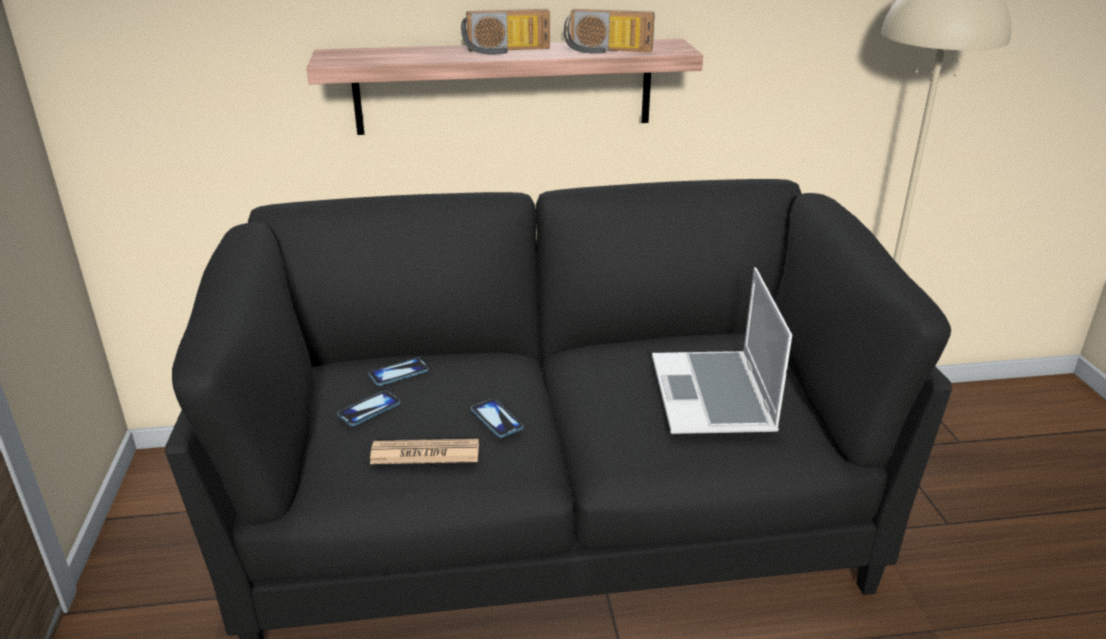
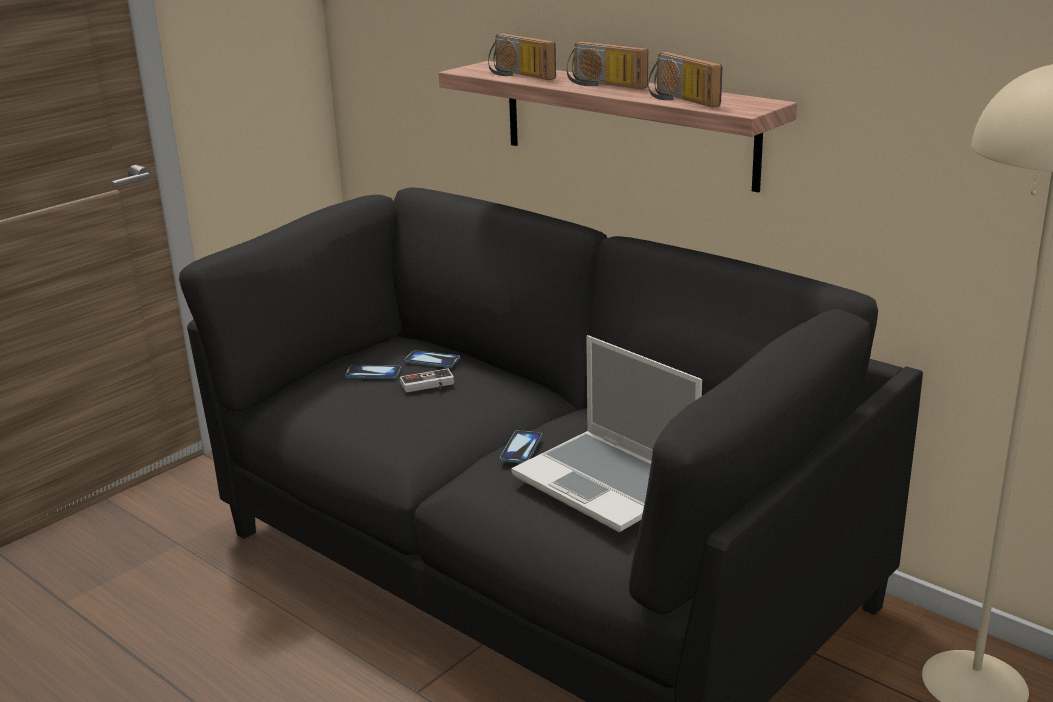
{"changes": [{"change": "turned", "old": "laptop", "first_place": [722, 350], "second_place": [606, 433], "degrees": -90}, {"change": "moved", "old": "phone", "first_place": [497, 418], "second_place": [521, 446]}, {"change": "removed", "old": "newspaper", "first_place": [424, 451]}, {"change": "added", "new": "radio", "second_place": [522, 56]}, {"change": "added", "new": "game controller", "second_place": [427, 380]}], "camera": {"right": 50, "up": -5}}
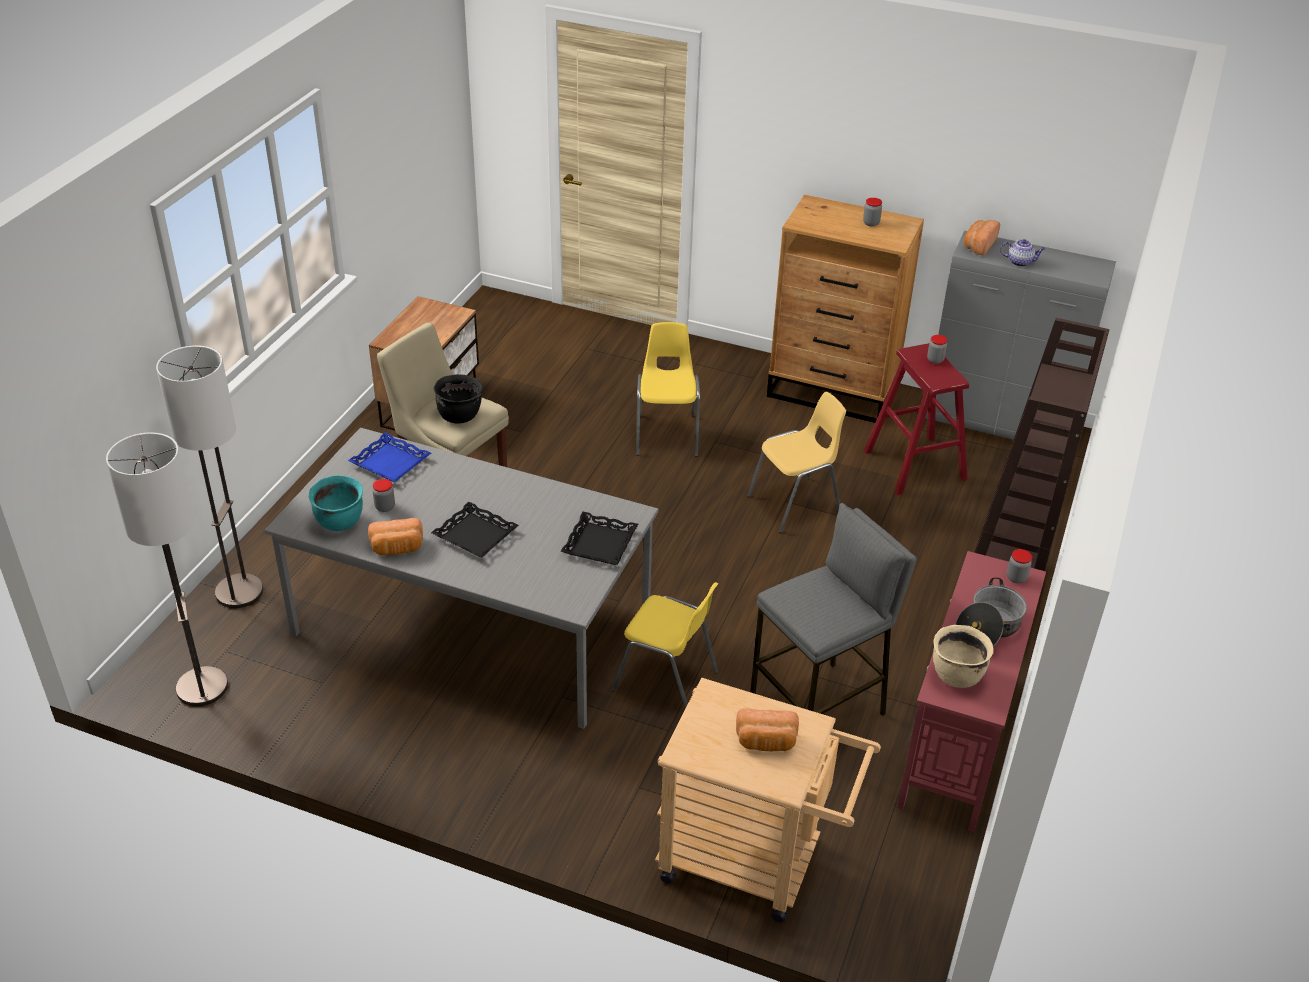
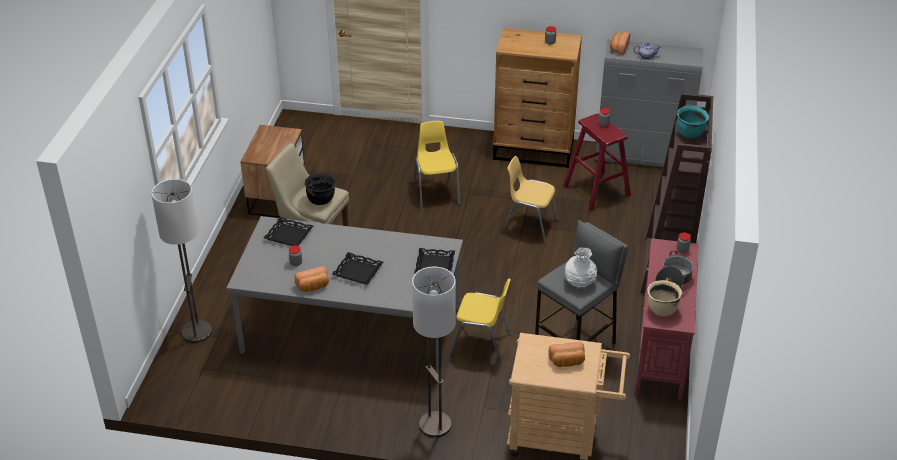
{"changes": [{"change": "turned", "old": "yellow chair", "first_place": [796, 462], "second_place": [530, 200], "degrees": -120}, {"change": "moved", "old": "floor lamp", "first_place": [167, 569], "second_place": [434, 352]}, {"change": "recoloured", "old": "blue tray", "new": "black tray", "first_place": [389, 458], "second_place": [288, 231]}, {"change": "moved", "old": "turquoise cooking pot", "first_place": [336, 503], "second_place": [693, 122]}, {"change": "added", "new": "white vase", "second_place": [581, 267]}], "camera": {"right": -10, "up": 0}}
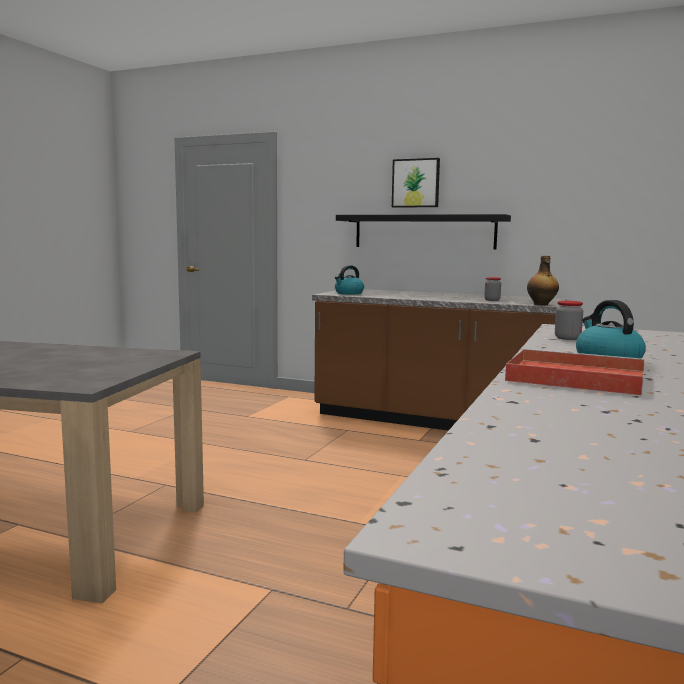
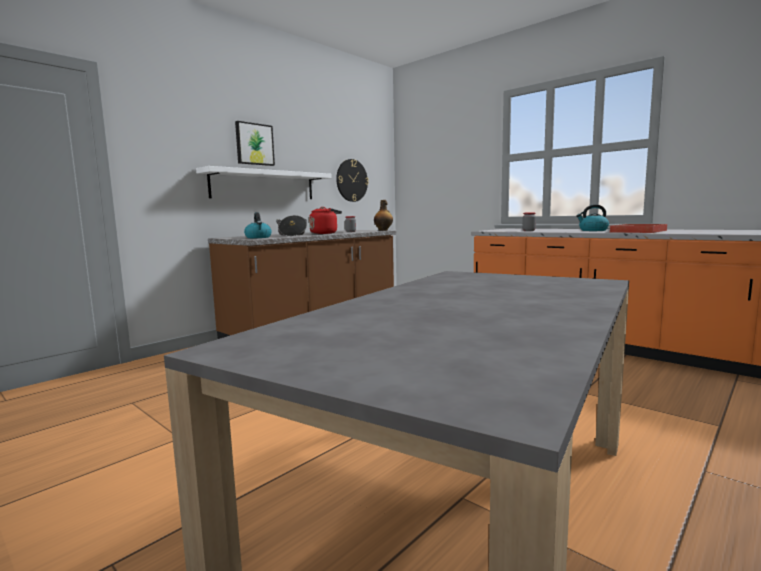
{"changes": [{"change": "recoloured", "old": "black shelf", "new": "white shelf", "first_place": [423, 231], "second_place": [264, 182]}, {"change": "added", "new": "wall clock", "second_place": [352, 180]}, {"change": "added", "new": "red kettle", "second_place": [325, 220]}, {"change": "added", "new": "cooking pot", "second_place": [291, 225]}], "camera": {"right": -70, "up": 0}}
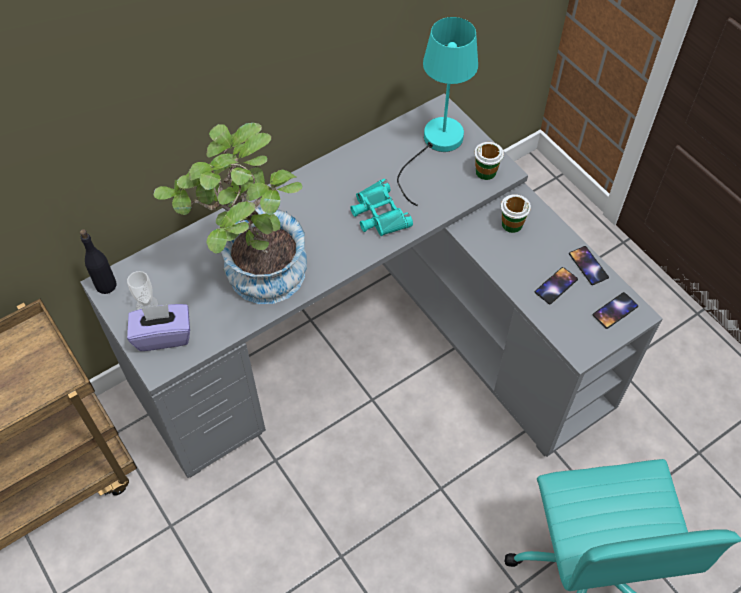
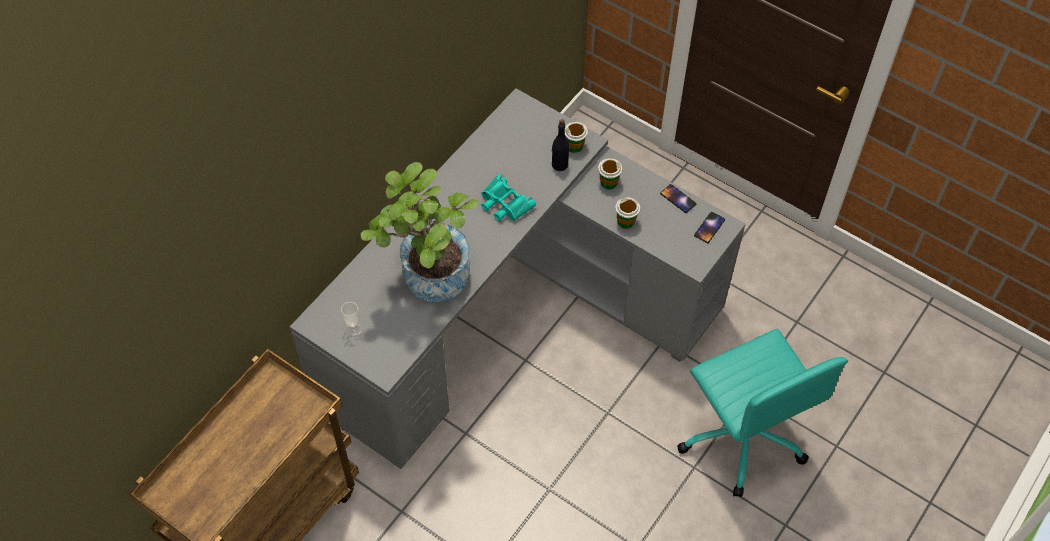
{"changes": [{"change": "removed", "old": "turquoise table lamp", "first_place": [437, 111]}, {"change": "moved", "old": "black bottle", "first_place": [98, 261], "second_place": [560, 145]}, {"change": "removed", "old": "phone", "first_place": [556, 285]}, {"change": "removed", "old": "purple tissue box", "first_place": [158, 327]}, {"change": "added", "new": "cup", "second_place": [627, 213]}], "camera": {"right": -20, "up": 0}}
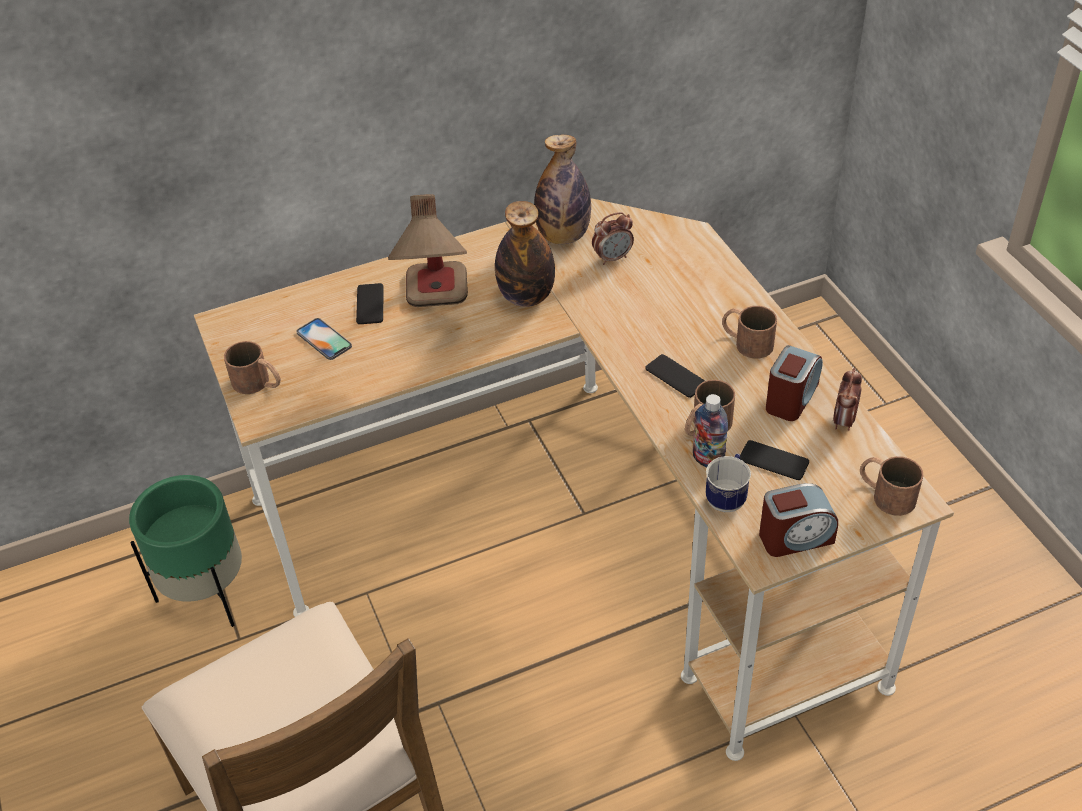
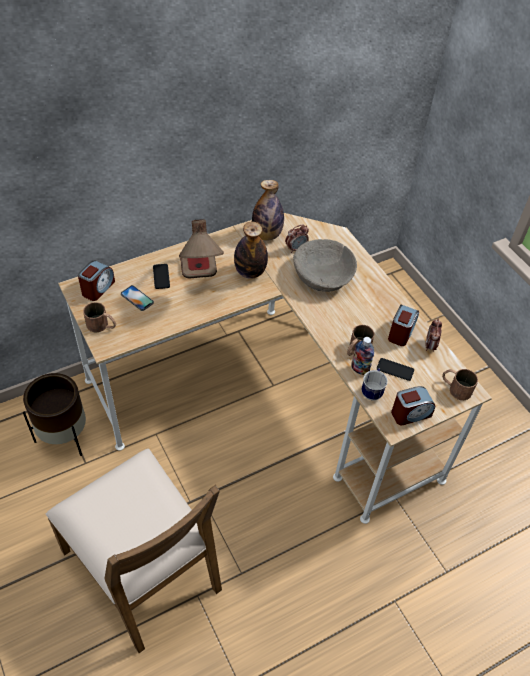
{"changes": [{"change": "removed", "old": "brown mug", "first_place": [749, 332]}, {"change": "removed", "old": "phone", "first_place": [675, 376]}, {"change": "recoloured", "old": "green planter", "new": "brown planter", "first_place": [185, 551], "second_place": [54, 414]}, {"change": "added", "new": "beige bowl", "second_place": [325, 265]}, {"change": "added", "new": "alarm clock", "second_place": [96, 281]}], "camera": {"right": -10, "up": 5}}
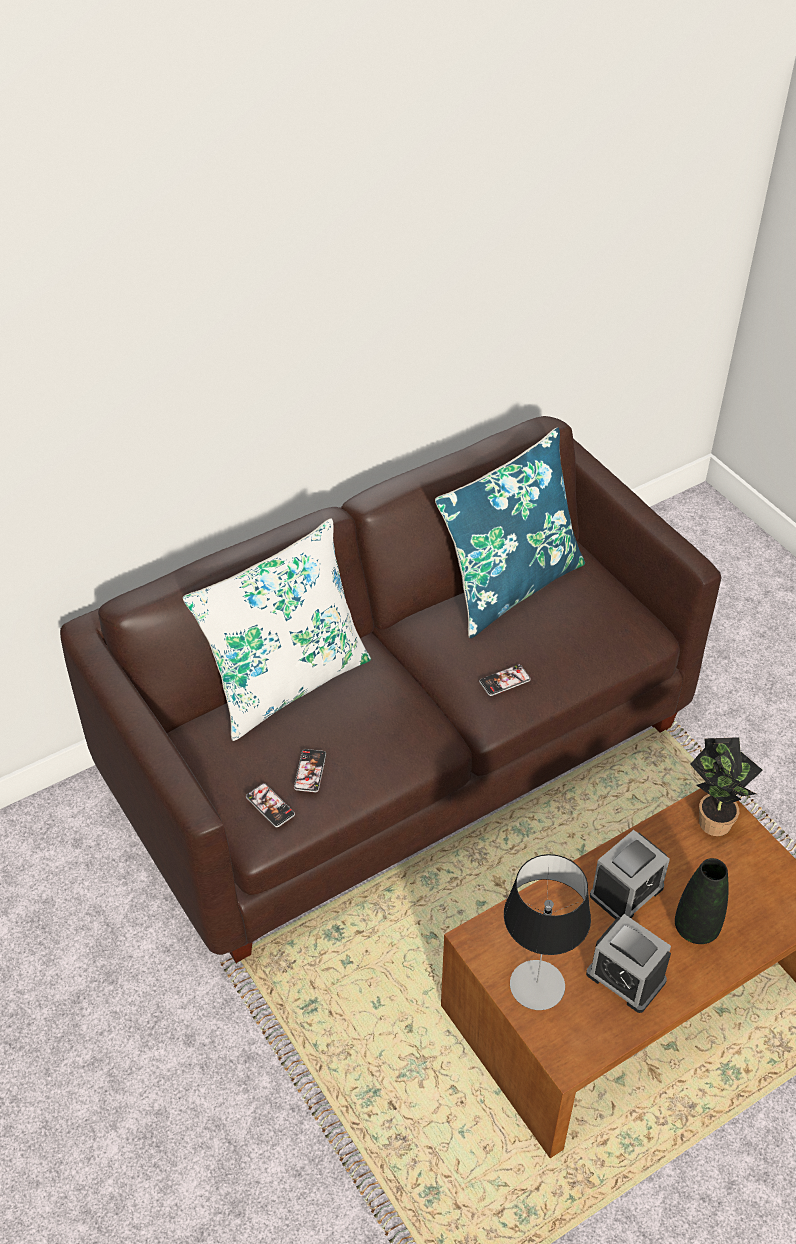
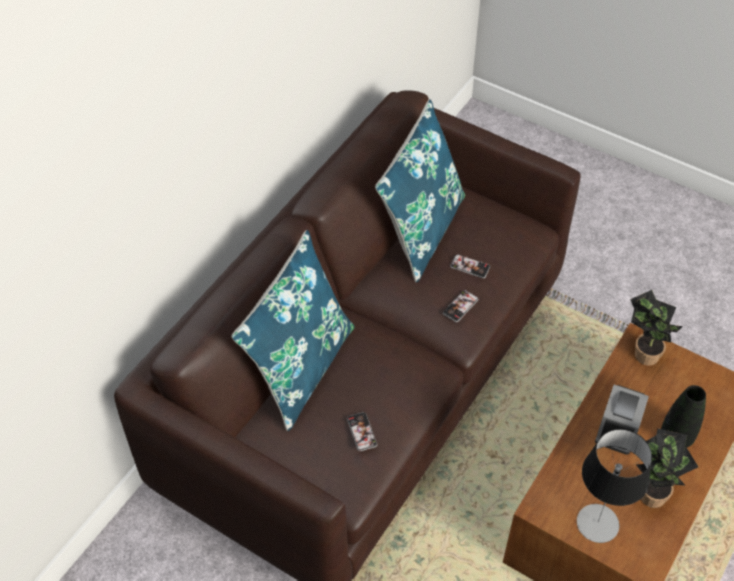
{"changes": [{"change": "recoloured", "old": "white pillow", "new": "blue pillow", "first_place": [277, 629], "second_place": [292, 330]}, {"change": "moved", "old": "phone", "first_place": [270, 805], "second_place": [470, 266]}, {"change": "replaced", "old": "alarm clock", "new": "potted plant", "first_place": [628, 963], "second_place": [666, 468]}], "camera": {"right": -25, "up": 5}}
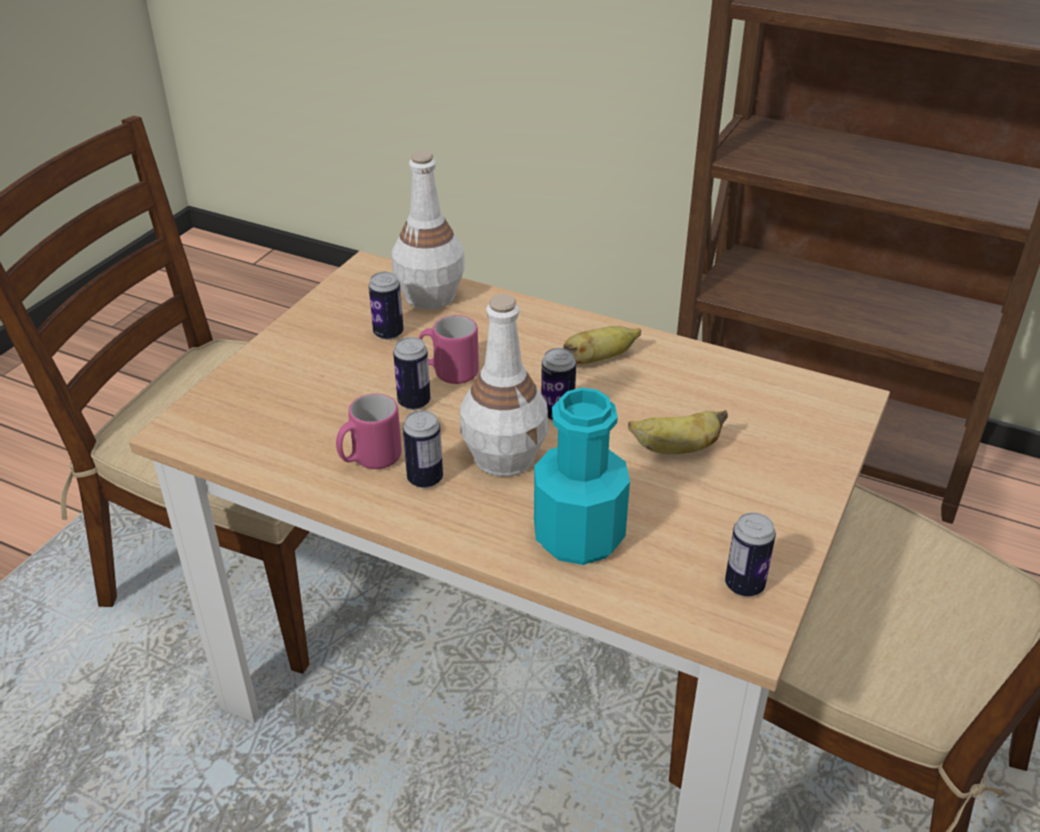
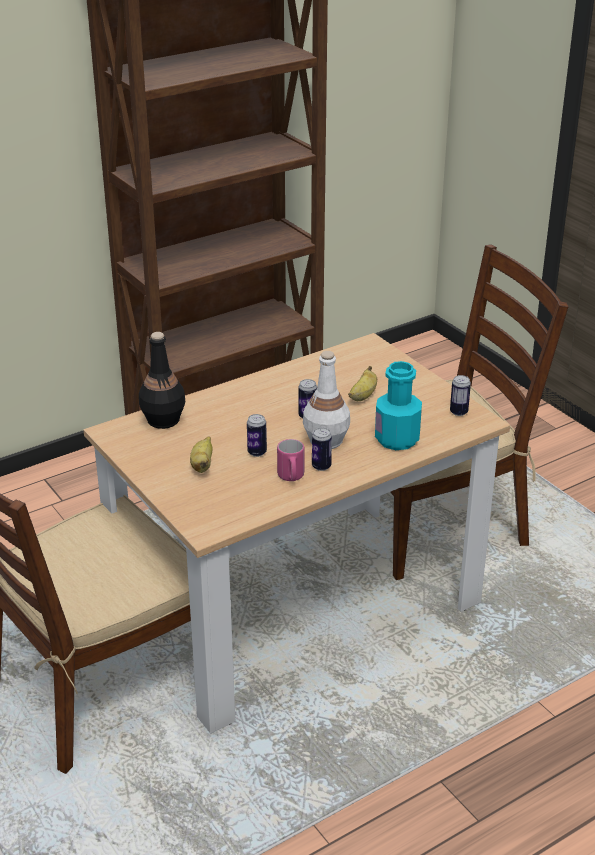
{"changes": [{"change": "recoloured", "old": "white bottle", "new": "black bottle", "first_place": [428, 230], "second_place": [162, 380]}, {"change": "removed", "old": "can", "first_place": [386, 306]}, {"change": "removed", "old": "pink mug", "first_place": [448, 349]}, {"change": "moved", "old": "banana", "first_place": [602, 345], "second_place": [201, 454]}], "camera": {"right": -60, "up": -5}}
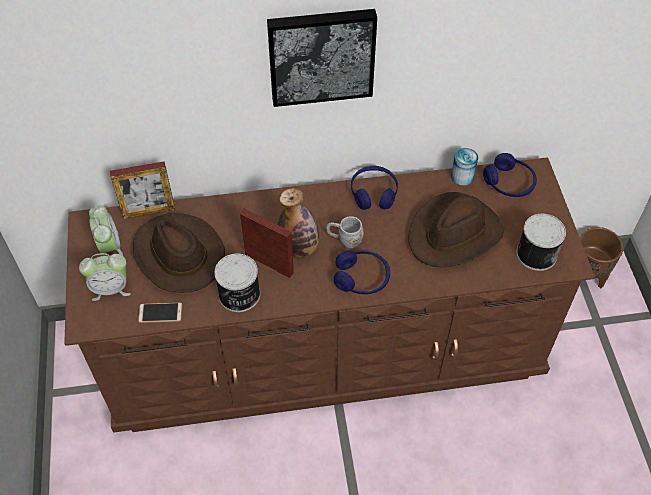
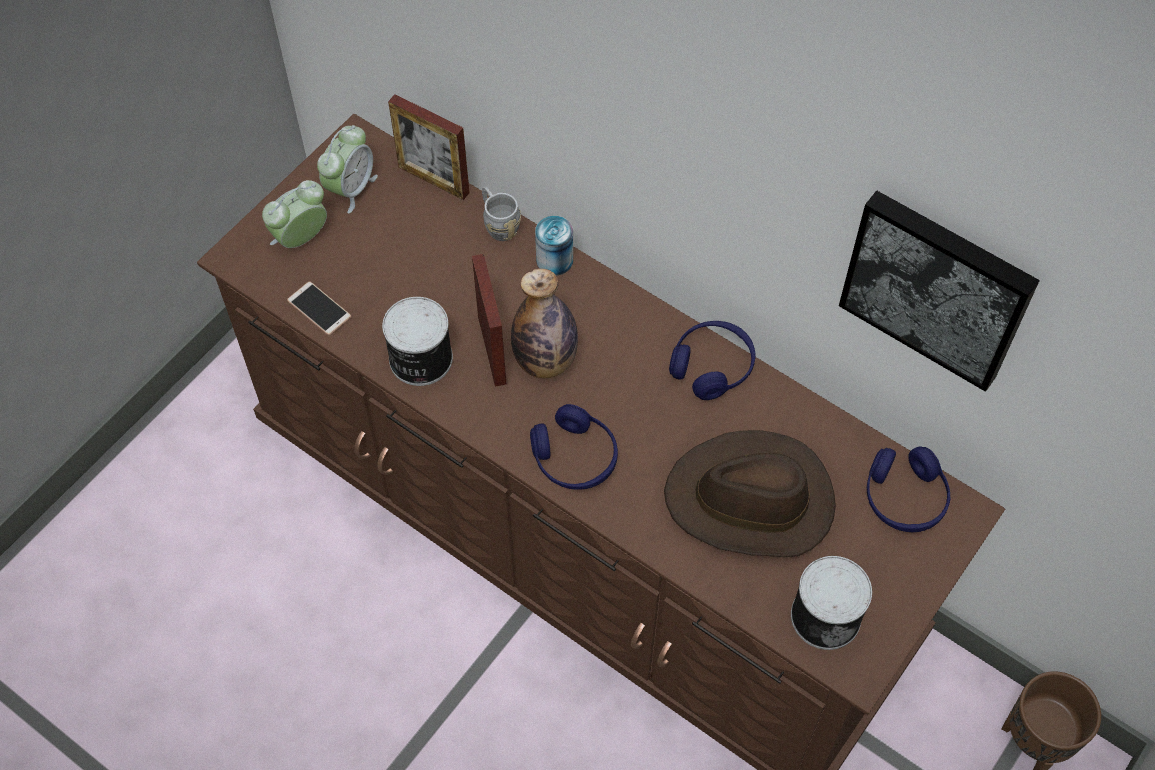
{"changes": [{"change": "moved", "old": "picture", "first_place": [322, 58], "second_place": [939, 291]}, {"change": "moved", "old": "can", "first_place": [464, 167], "second_place": [554, 246]}, {"change": "removed", "old": "brown hat", "first_place": [179, 253]}, {"change": "moved", "old": "grey mug", "first_place": [345, 232], "second_place": [501, 213]}, {"change": "turned", "old": "alarm clock", "first_place": [105, 277], "second_place": [294, 214], "degrees": 105}], "camera": {"right": 45, "up": 5}}
